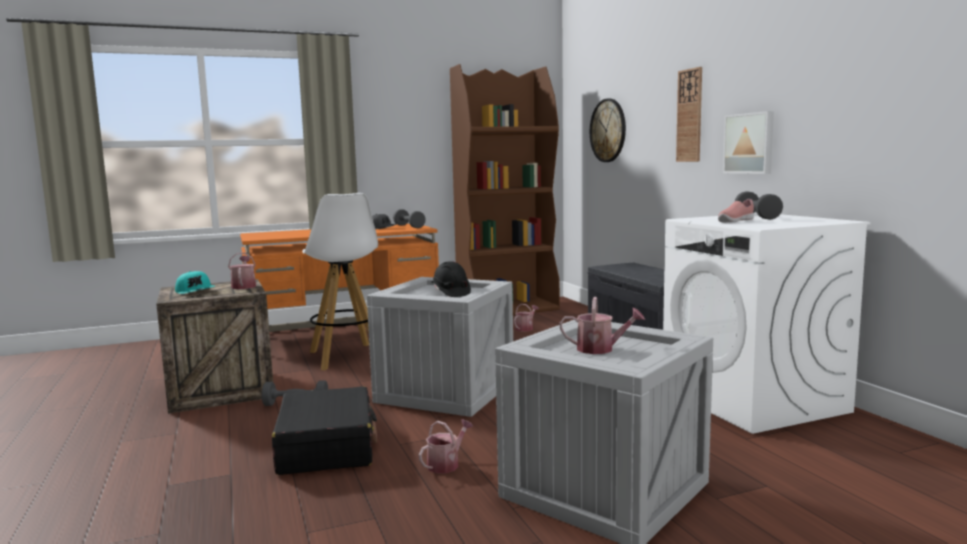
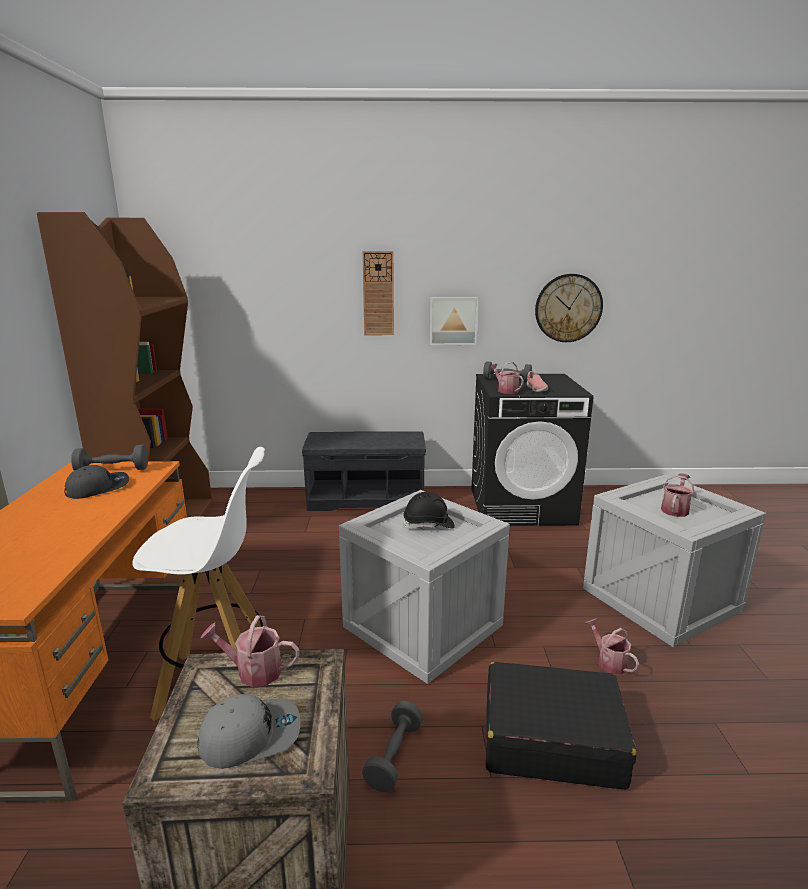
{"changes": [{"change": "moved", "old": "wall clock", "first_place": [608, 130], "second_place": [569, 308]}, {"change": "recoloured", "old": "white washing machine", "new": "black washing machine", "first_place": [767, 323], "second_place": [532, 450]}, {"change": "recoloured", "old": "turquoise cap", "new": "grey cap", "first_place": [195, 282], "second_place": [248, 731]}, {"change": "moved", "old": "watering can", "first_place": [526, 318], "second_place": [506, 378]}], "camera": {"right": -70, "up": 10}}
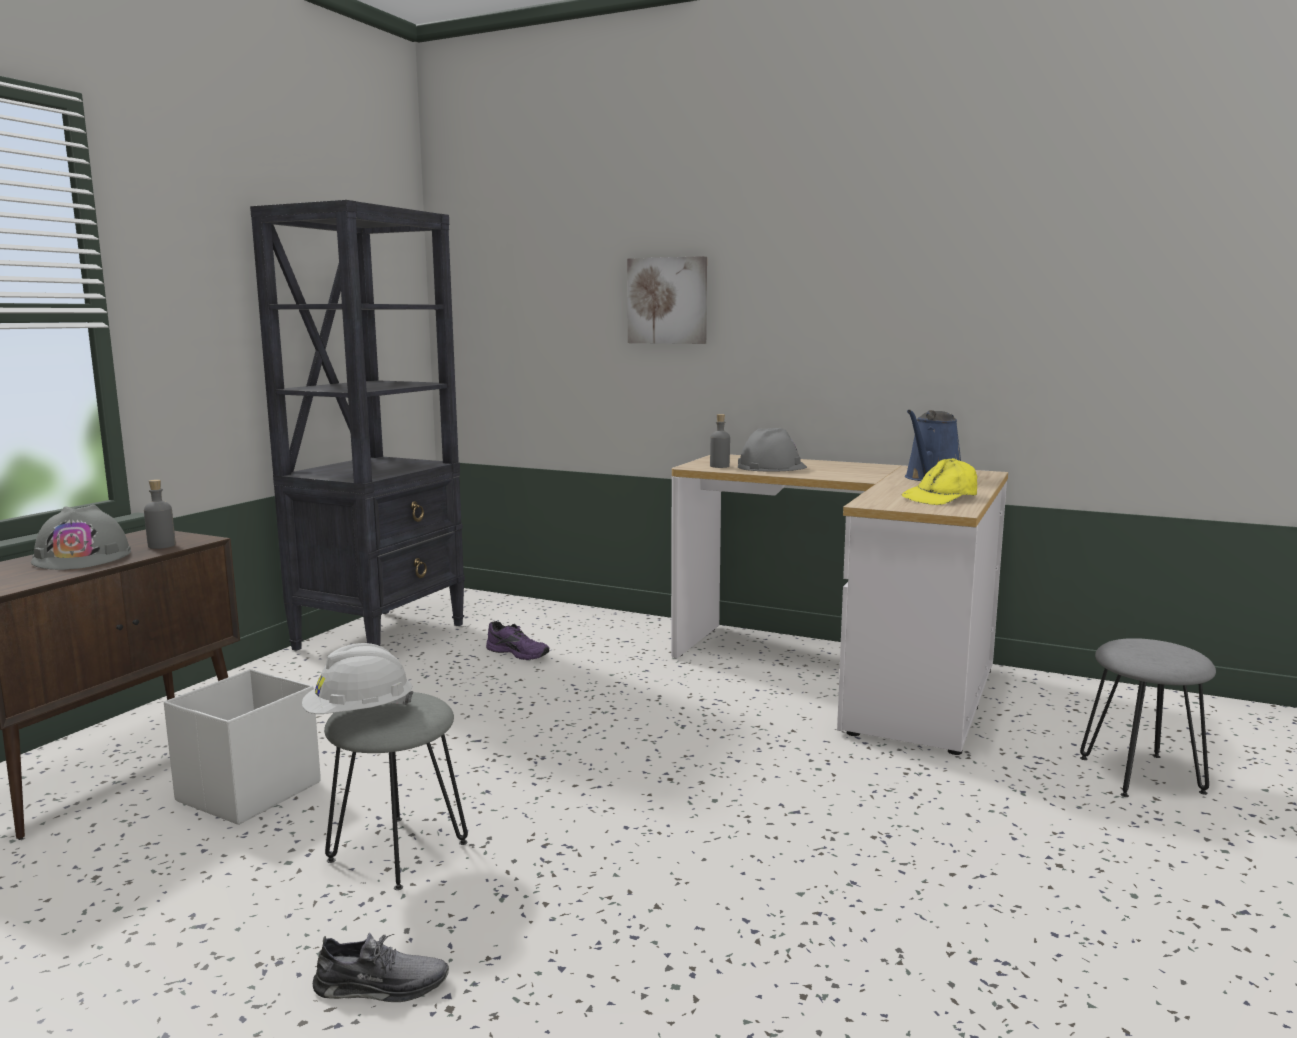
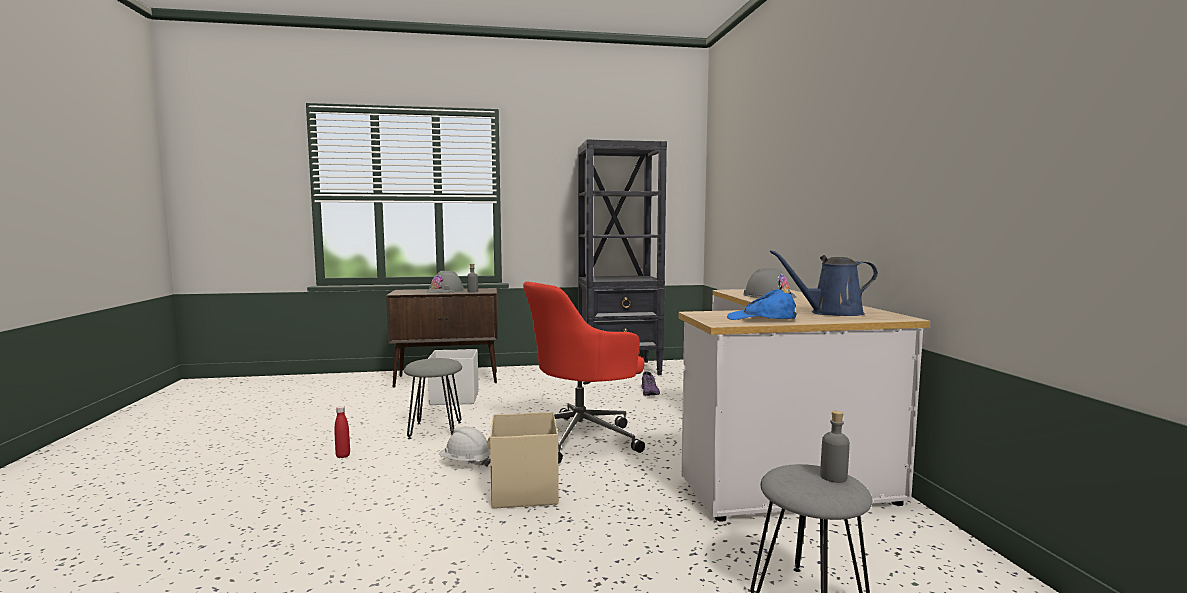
{"changes": [{"change": "removed", "old": "picture", "first_place": [667, 300]}, {"change": "moved", "old": "grey bottle", "first_place": [720, 441], "second_place": [835, 447]}, {"change": "recoloured", "old": "yellow cap", "new": "blue cap", "first_place": [939, 481], "second_place": [762, 304]}, {"change": "moved", "old": "white hard hat", "first_place": [357, 678], "second_place": [465, 446]}, {"change": "replaced", "old": "grey shoe", "new": "red bottle", "first_place": [381, 967], "second_place": [342, 432]}, {"change": "added", "new": "red office chair", "second_place": [584, 372]}, {"change": "added", "new": "beige storage box", "second_place": [523, 460]}], "camera": {"right": 55, "up": -5}}
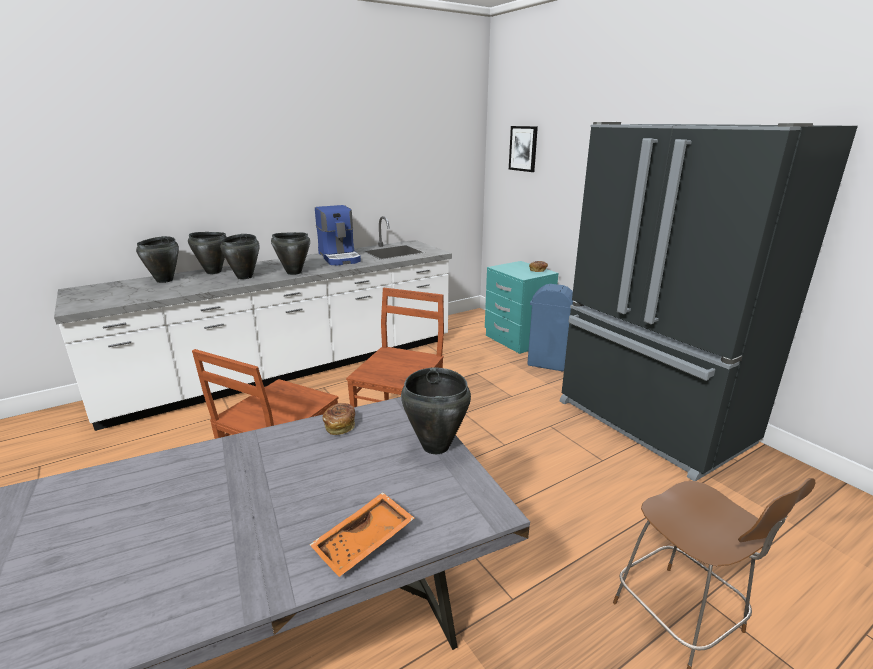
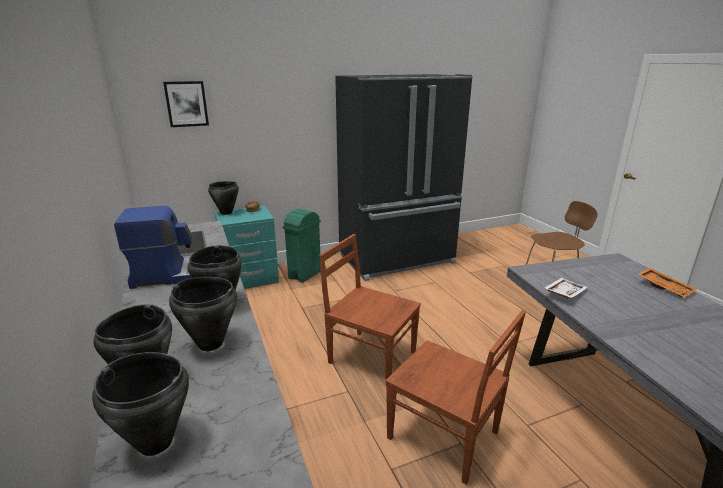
{"changes": [{"change": "recoloured", "old": "blue trash can", "new": "green trash can", "first_place": [550, 327], "second_place": [302, 246]}, {"change": "moved", "old": "black cooking pot", "first_place": [436, 410], "second_place": [223, 198]}, {"change": "replaced", "old": "bread", "new": "white tray", "first_place": [338, 419], "second_place": [566, 288]}], "camera": {"right": -80, "up": 0}}
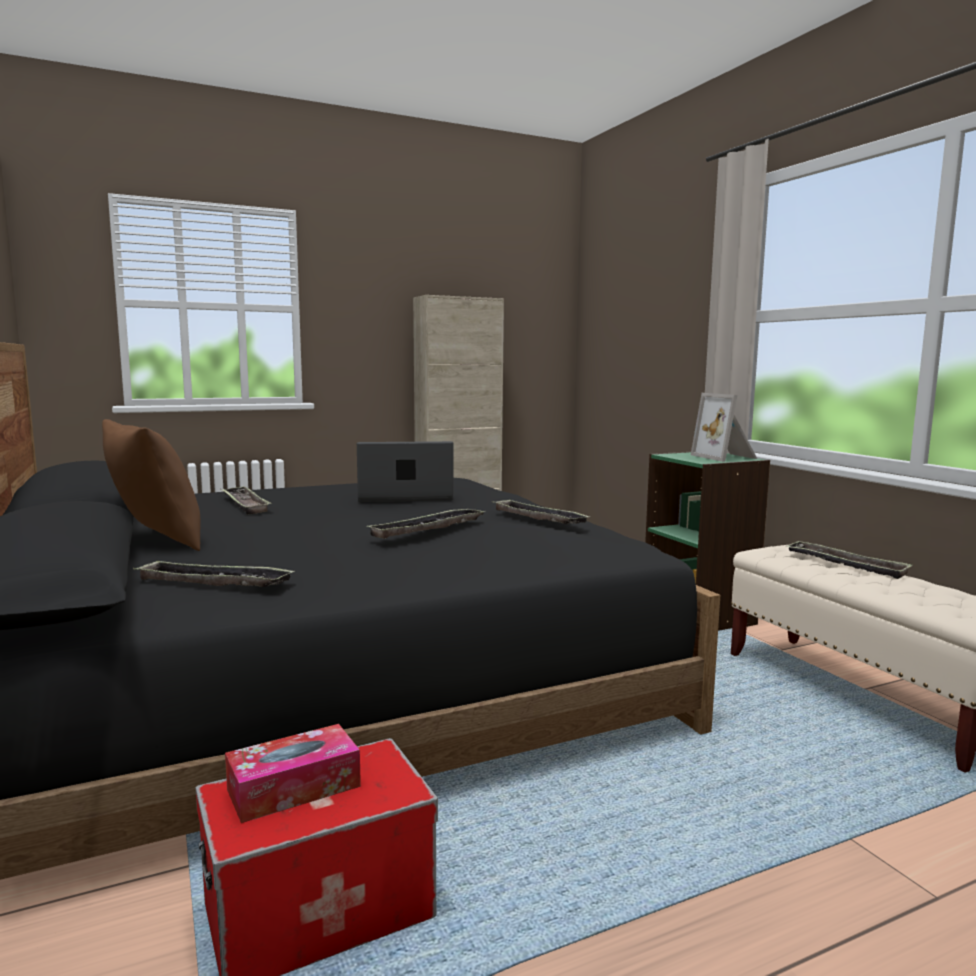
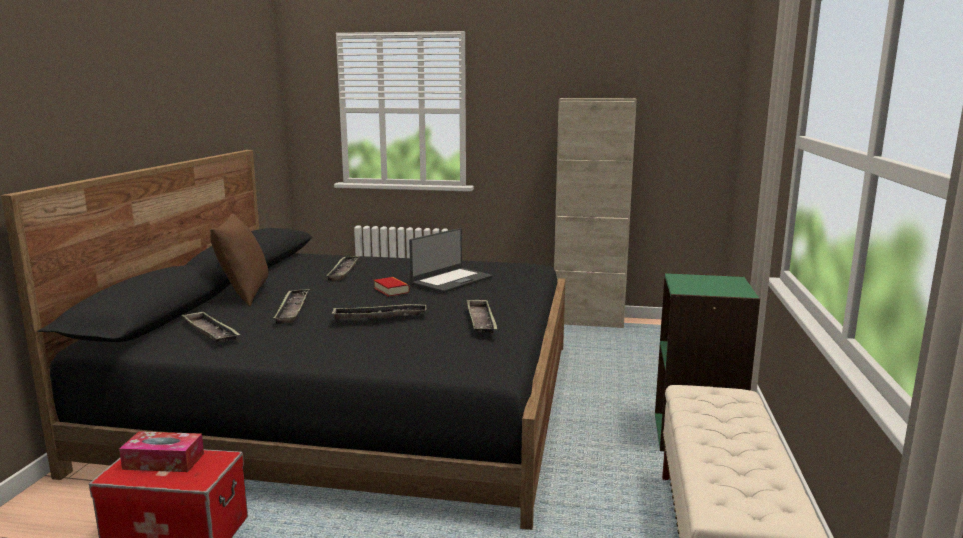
{"changes": [{"change": "removed", "old": "picture frame", "first_place": [724, 427]}, {"change": "turned", "old": "laptop", "first_place": [405, 471], "second_place": [451, 260], "degrees": 105}, {"change": "moved", "old": "tray", "first_place": [849, 559], "second_place": [291, 306]}, {"change": "added", "new": "book", "second_place": [392, 287]}], "camera": {"right": 35, "up": 5}}
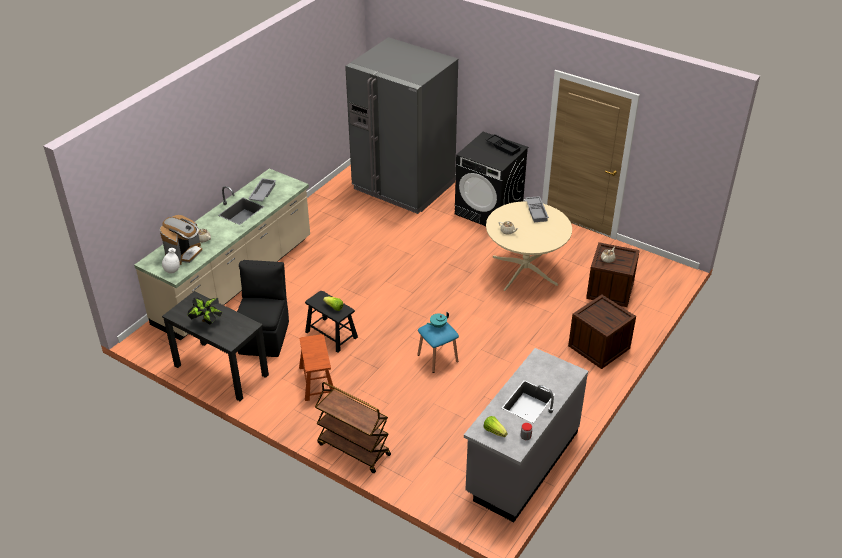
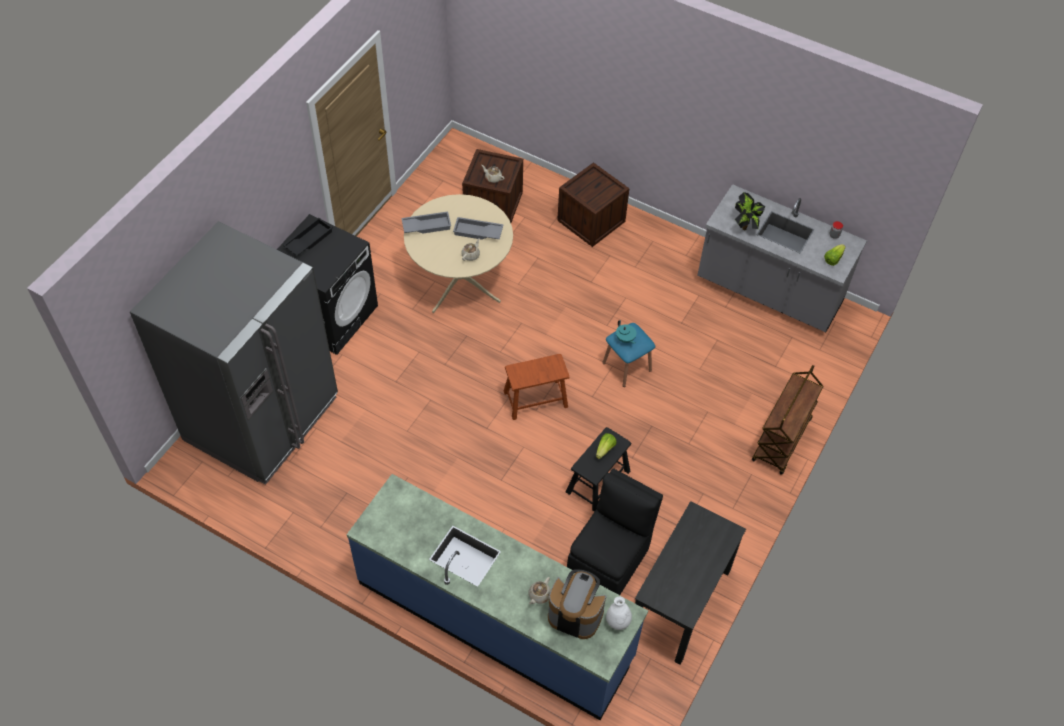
{"changes": [{"change": "recoloured", "old": "beige counter", "new": "blue counter", "first_place": [222, 254], "second_place": [497, 597]}, {"change": "moved", "old": "grey tray", "first_place": [262, 189], "second_place": [478, 228]}, {"change": "turned", "old": "black chair", "first_place": [263, 308], "second_place": [615, 531], "degrees": 120}, {"change": "moved", "old": "potted plant", "first_place": [205, 311], "second_place": [750, 211]}, {"change": "moved", "old": "brown stool", "first_place": [317, 367], "second_place": [537, 387]}], "camera": {"right": -95, "up": 15}}
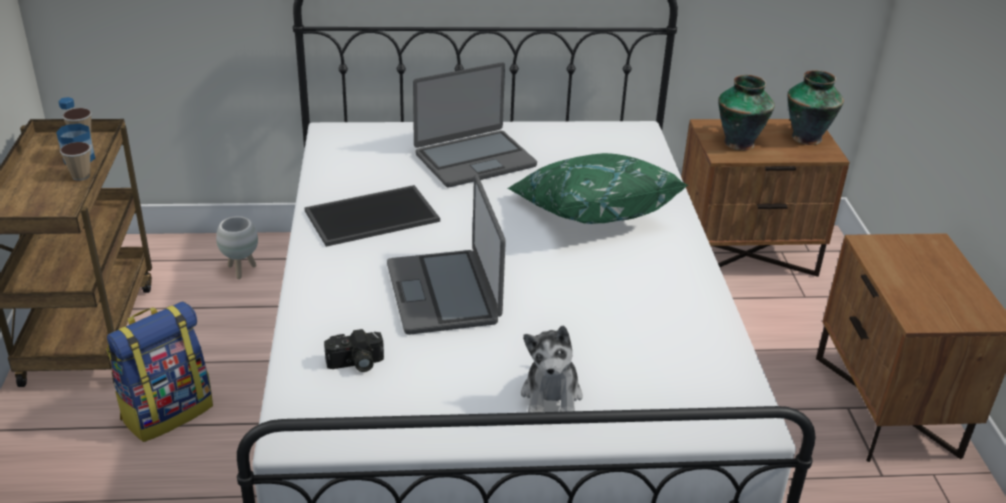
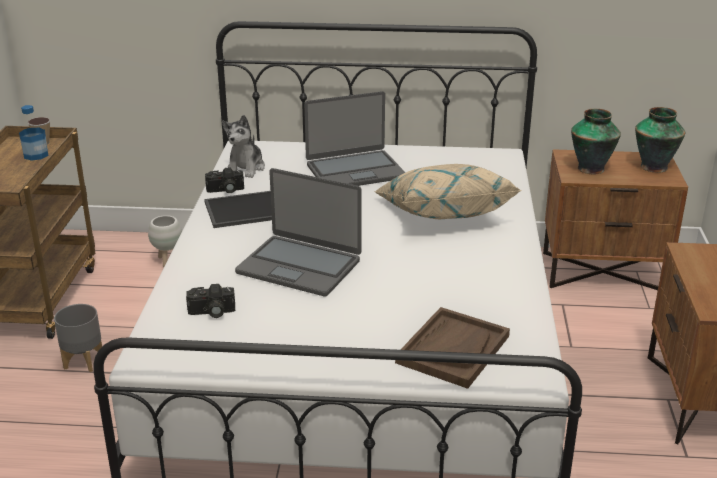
{"changes": [{"change": "removed", "old": "cup", "first_place": [75, 161]}, {"change": "recoloured", "old": "green pillow", "new": "beige pillow", "first_place": [597, 188], "second_place": [447, 191]}, {"change": "turned", "old": "laptop", "first_place": [446, 255], "second_place": [298, 232], "degrees": -60}, {"change": "replaced", "old": "backpack", "new": "grey planter", "first_place": [159, 372], "second_place": [78, 338]}, {"change": "moved", "old": "plush toy", "first_place": [552, 369], "second_place": [243, 146]}, {"change": "added", "new": "photo camera", "second_place": [224, 180]}, {"change": "added", "new": "brown tray", "second_place": [452, 348]}], "camera": {"right": 10, "up": -5}}
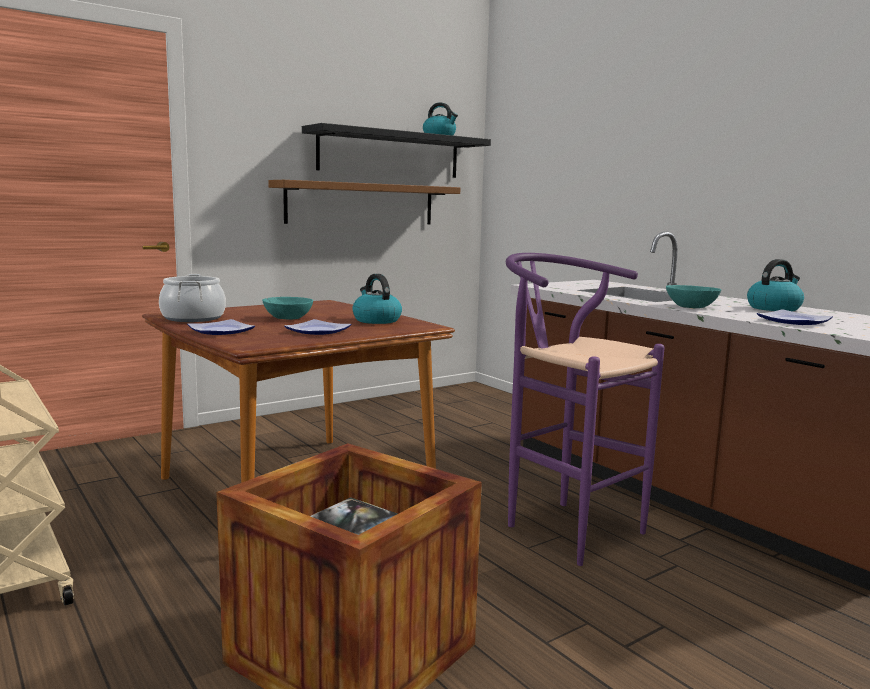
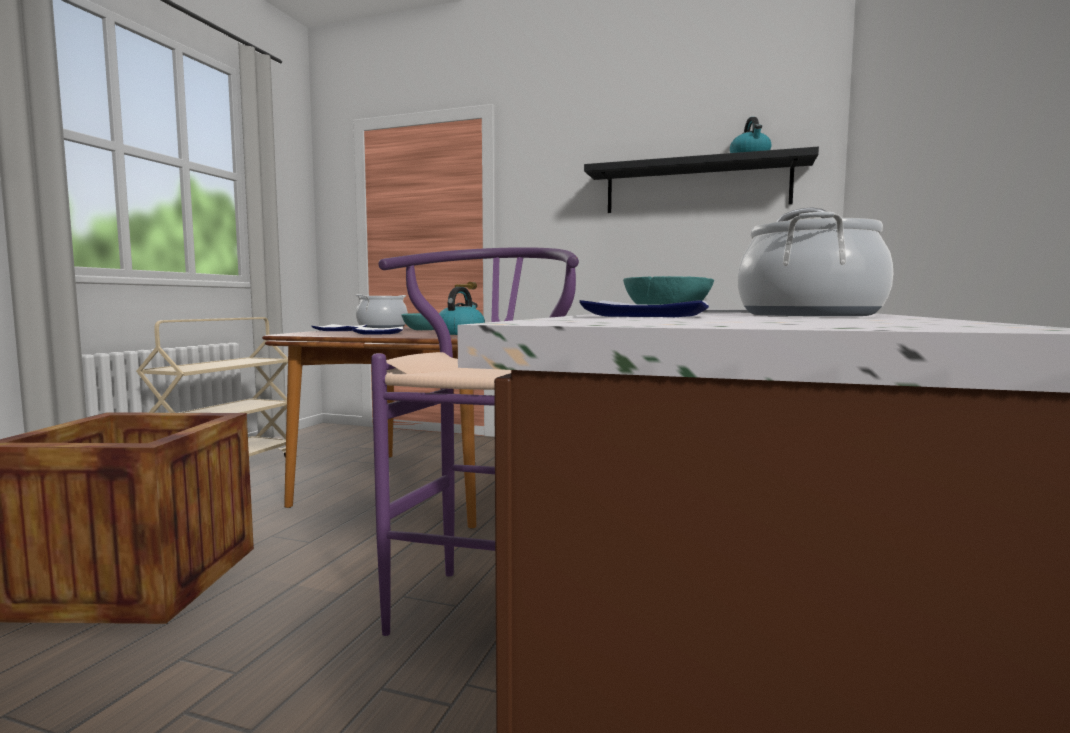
{"changes": [{"change": "removed", "old": "brown shelf", "first_place": [364, 202]}, {"change": "replaced", "old": "kettle", "new": "cooking pot", "first_place": [775, 285], "second_place": [815, 264]}], "camera": {"right": 55, "up": -5}}
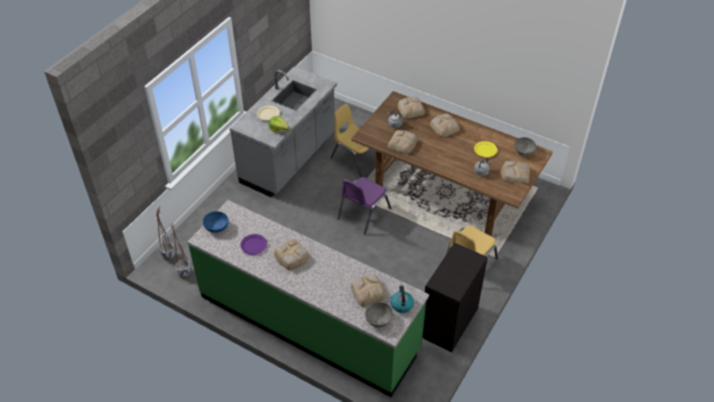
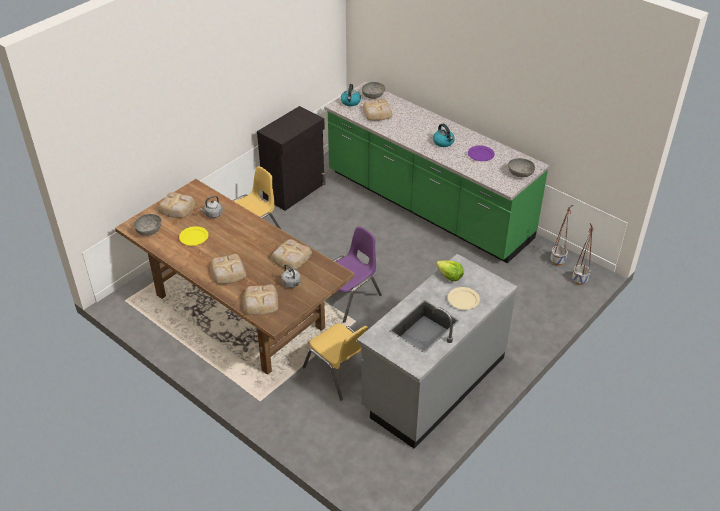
{"changes": [{"change": "recoloured", "old": "blue bowl", "new": "grey bowl", "first_place": [216, 222], "second_place": [521, 167]}, {"change": "replaced", "old": "bread", "new": "kettle", "first_place": [292, 254], "second_place": [444, 135]}], "camera": {"right": -170, "up": -5}}
